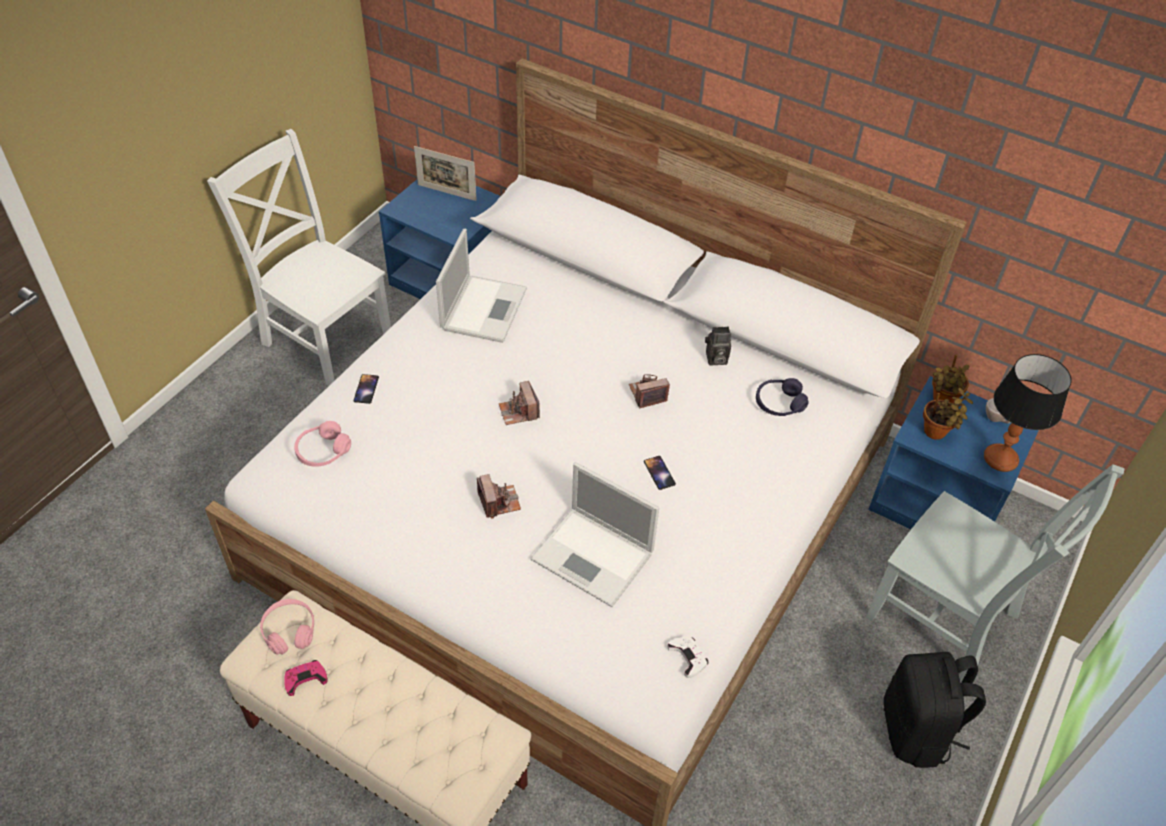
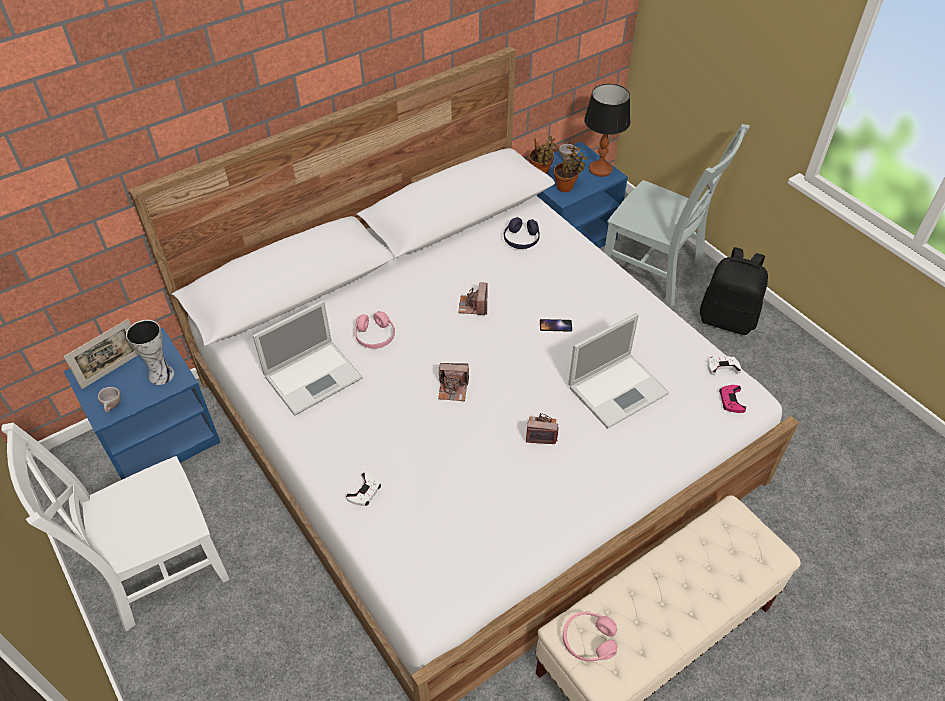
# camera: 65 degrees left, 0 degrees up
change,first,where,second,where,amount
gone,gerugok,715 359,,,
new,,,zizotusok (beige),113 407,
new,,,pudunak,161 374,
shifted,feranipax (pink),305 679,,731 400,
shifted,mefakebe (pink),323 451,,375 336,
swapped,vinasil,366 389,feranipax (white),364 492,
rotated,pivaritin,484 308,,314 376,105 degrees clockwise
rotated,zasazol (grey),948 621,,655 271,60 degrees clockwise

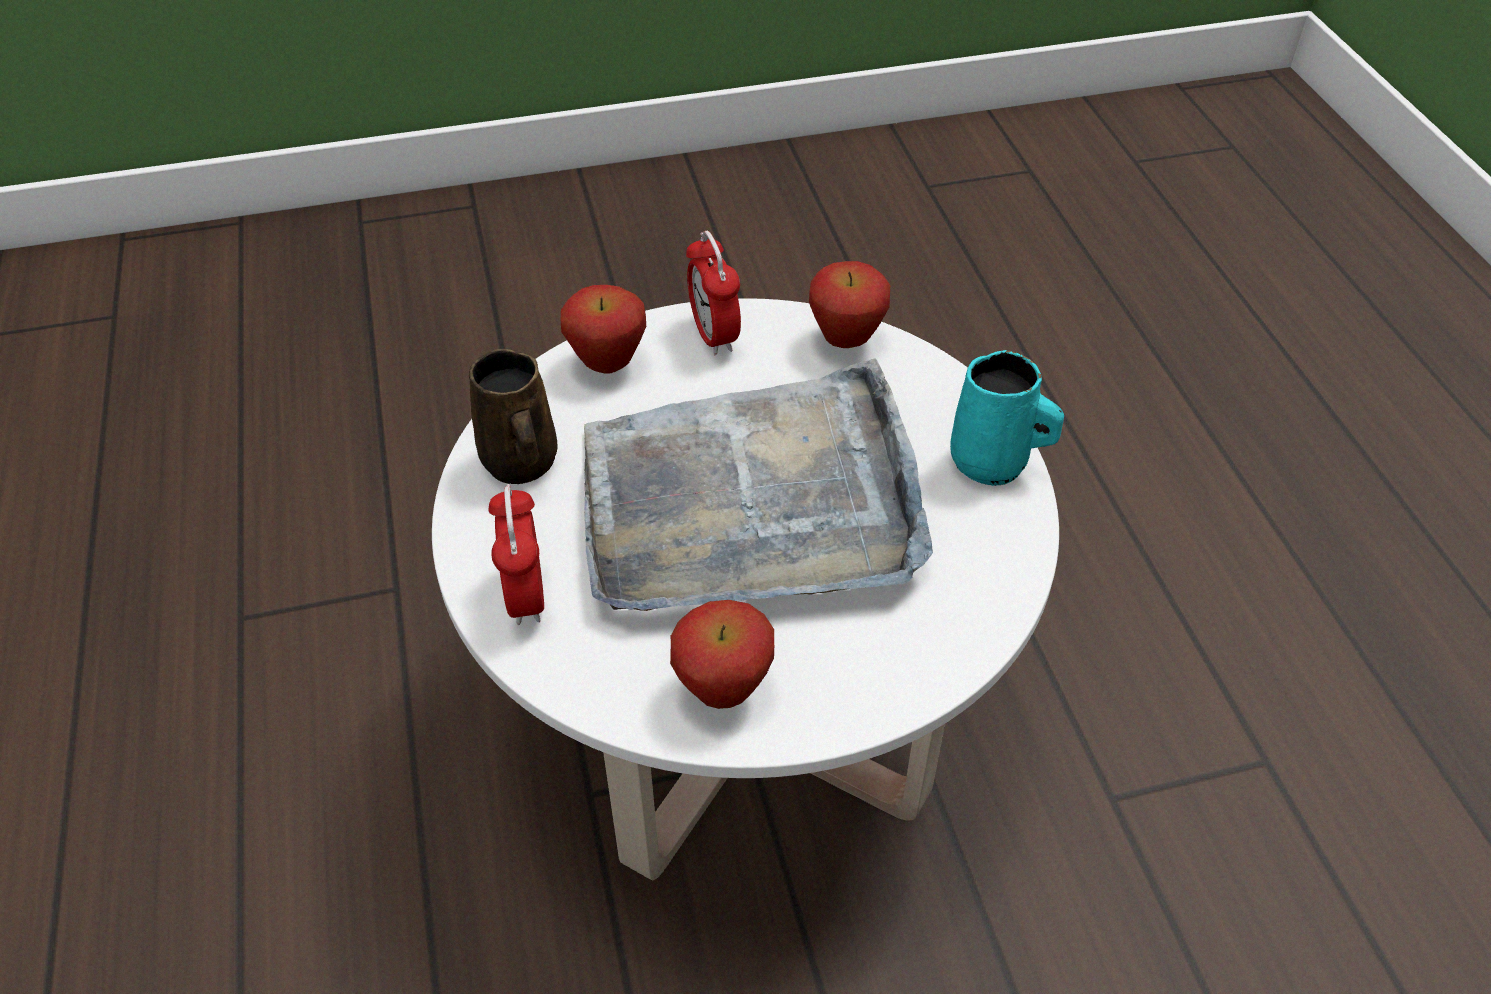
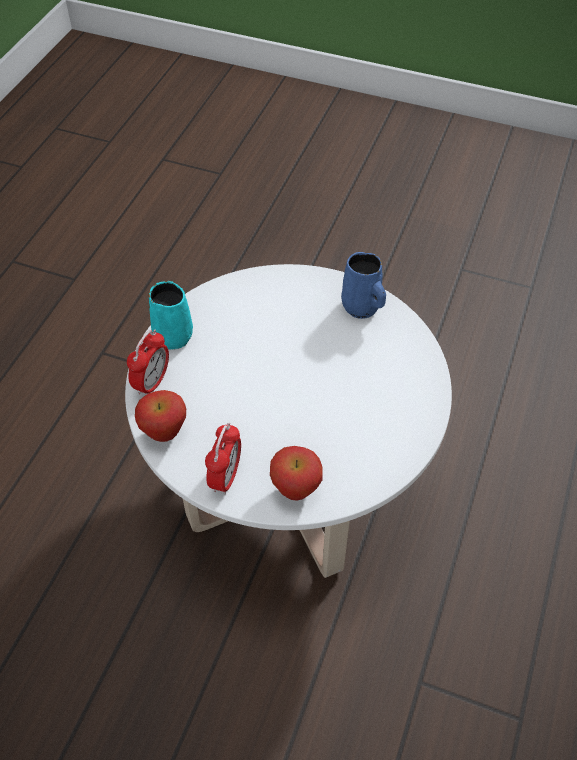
# camera: 145 degrees left, 5 degrees up
change,first,where,second,where,amount
gone,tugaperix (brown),521 464,,,
gone,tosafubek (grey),752 502,,,
shifted,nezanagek,526 596,,152 382,
swapped,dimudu,723 691,tugaperix (blue),362 308,

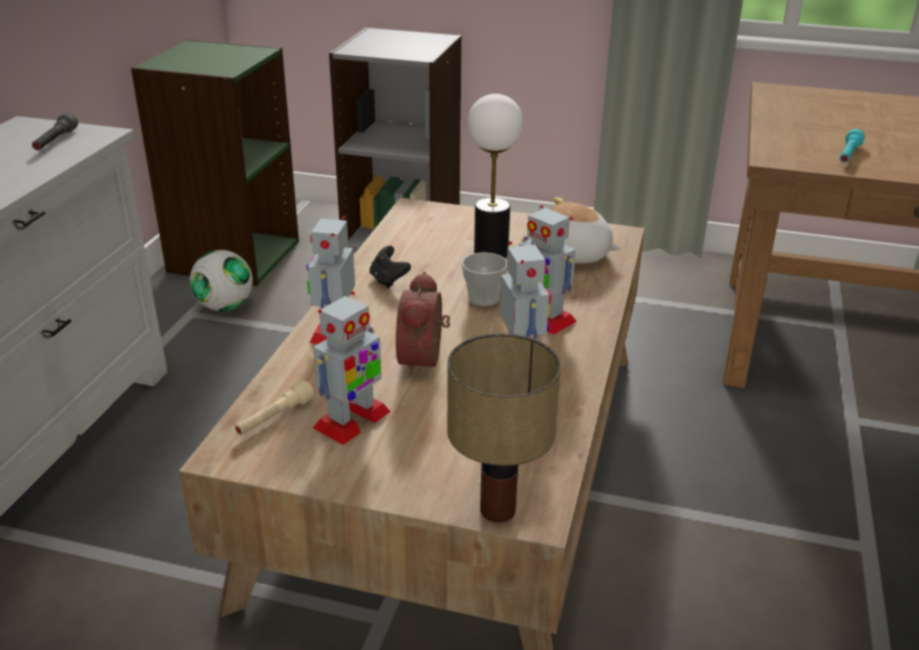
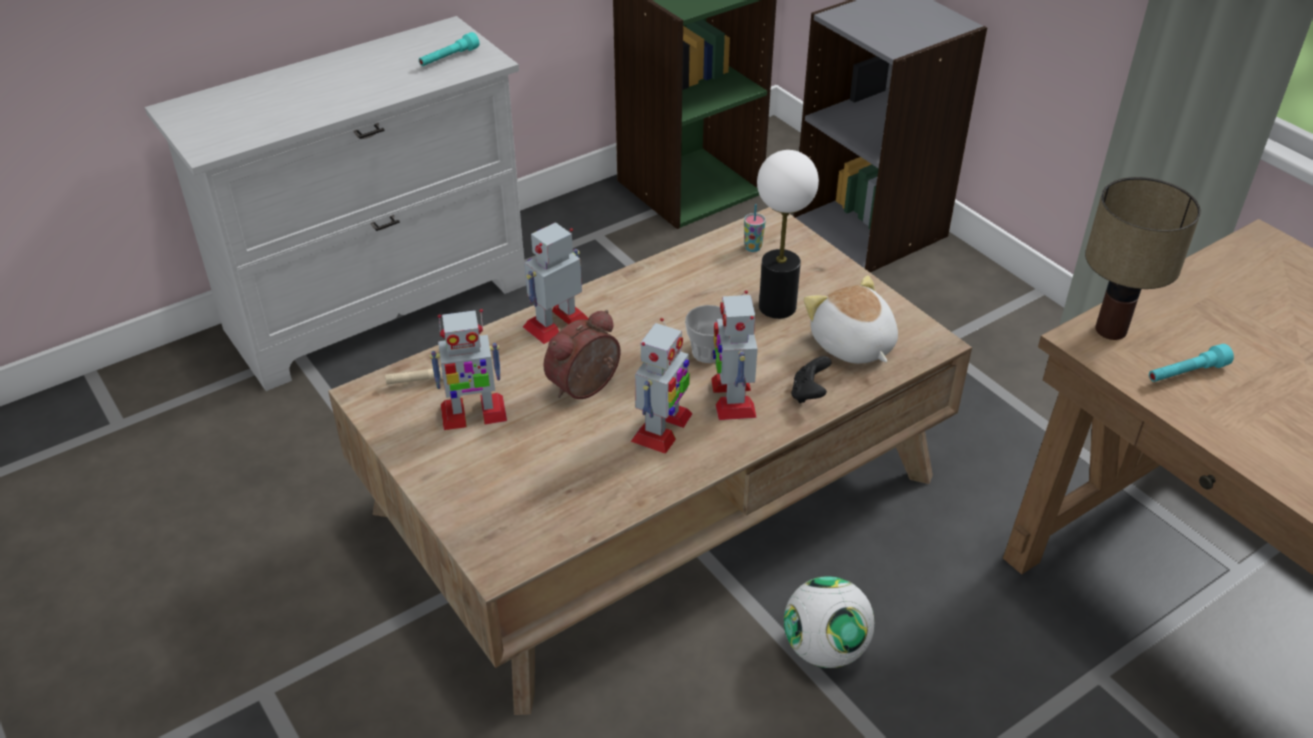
# camera: 40 degrees right, 10 degrees up
change,first,where,second,where,amount
new,,,zizotusok,753 247,
shifted,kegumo,225 306,,824 649,
shifted,feranipax (black),388 280,,809 393,
shifted,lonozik,495 510,,1109 329,
repainted,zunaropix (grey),55 141,zunaropix (turquoise),449 58,

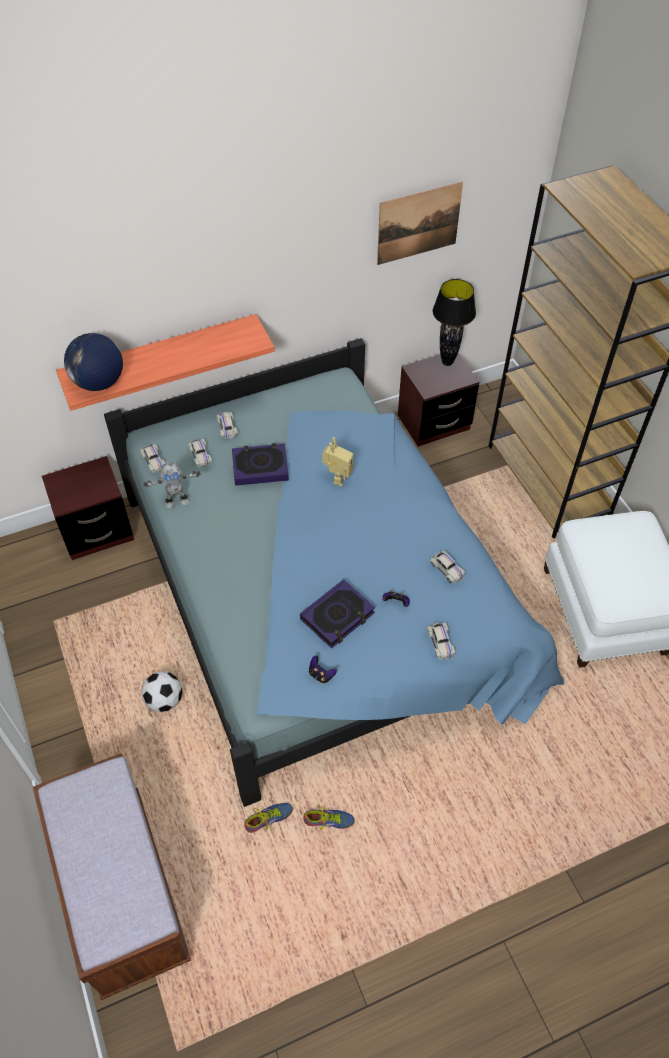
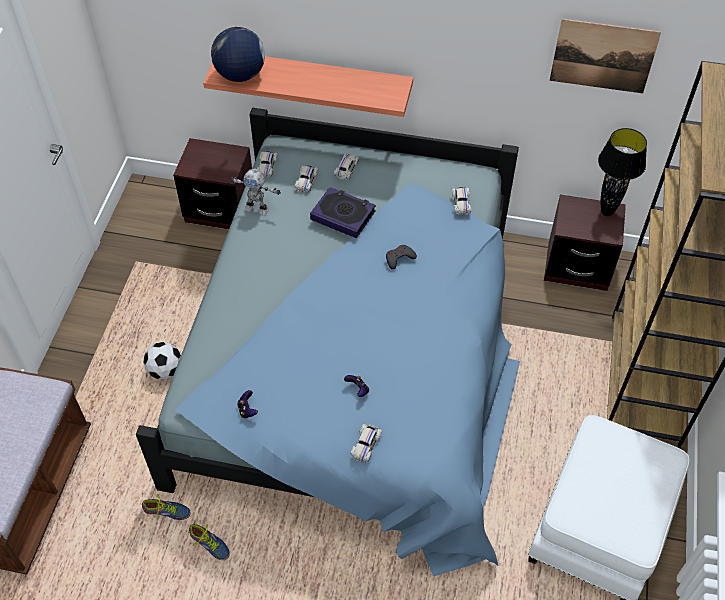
# camera: 35 degrees right, 0 degrees up
change,first,where,second,where,amount
gone,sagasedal,337 616,,,
shifted,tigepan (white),447 569,,461 203,
swapped,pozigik,337 478,feranipax (grey),399 258,

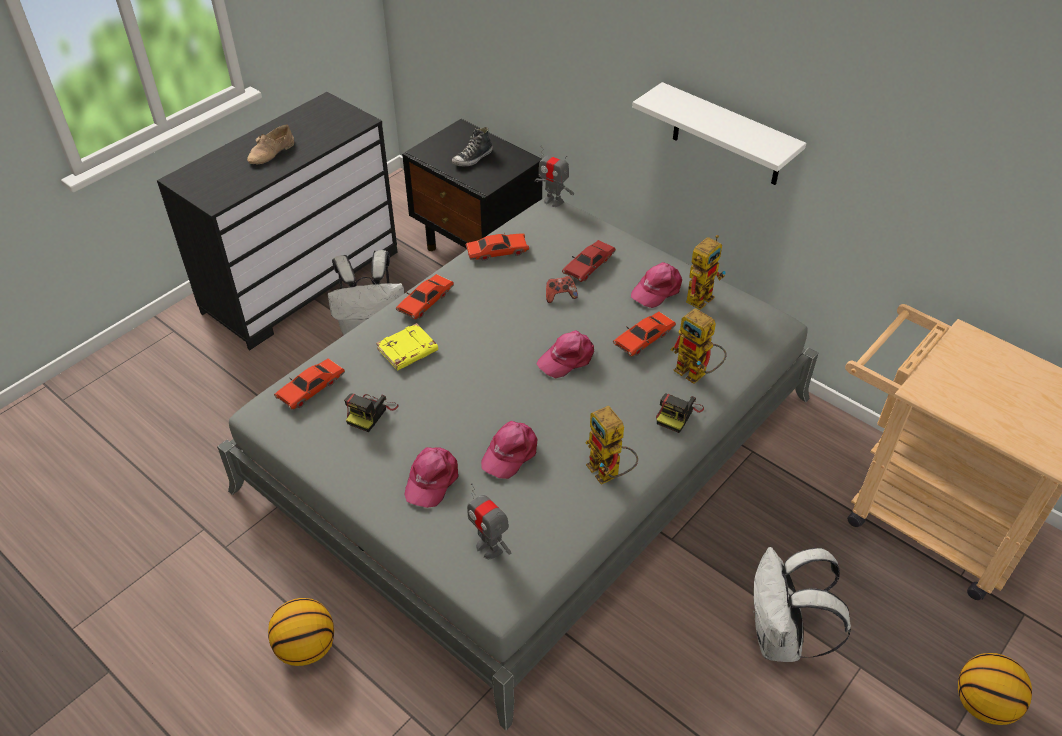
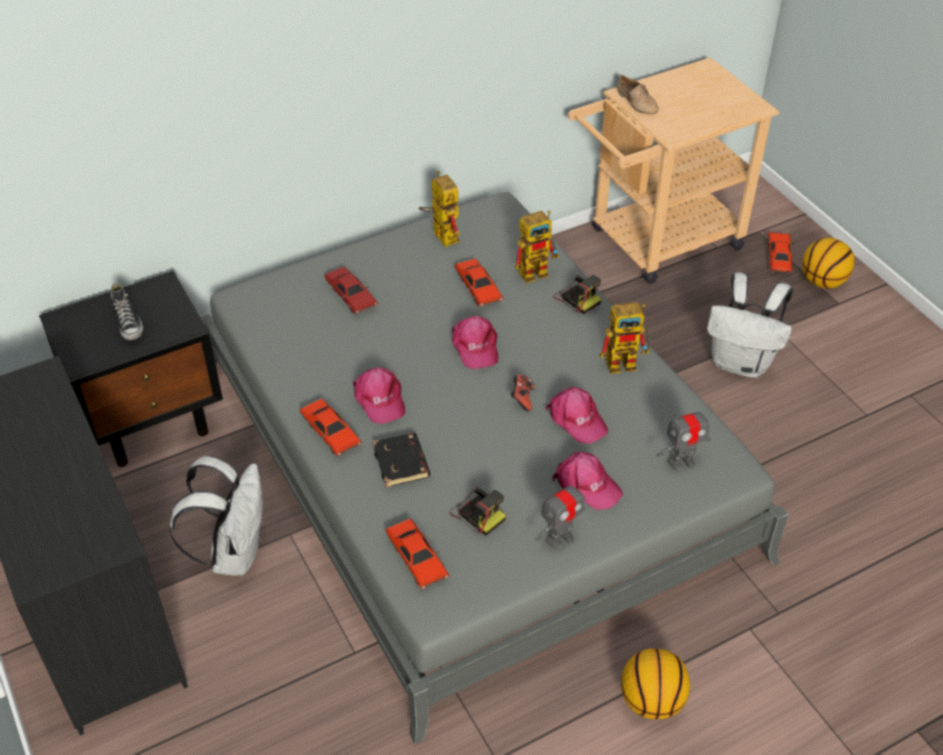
# camera: 70 degrees left, 0 degrees up
change,first,where,second,where,amount
gone,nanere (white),727 136,,,
shifted,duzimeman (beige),272 153,,637 102,
shifted,tigepan (red),497 252,,778 257,
shifted,pozigik,553 201,,560 539,
shifted,feranipax,560 296,,522 399,
shifted,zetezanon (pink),657 289,,379 399,
repainted,sagasedal (yellow),407 351,sagasedal (black),402 463,

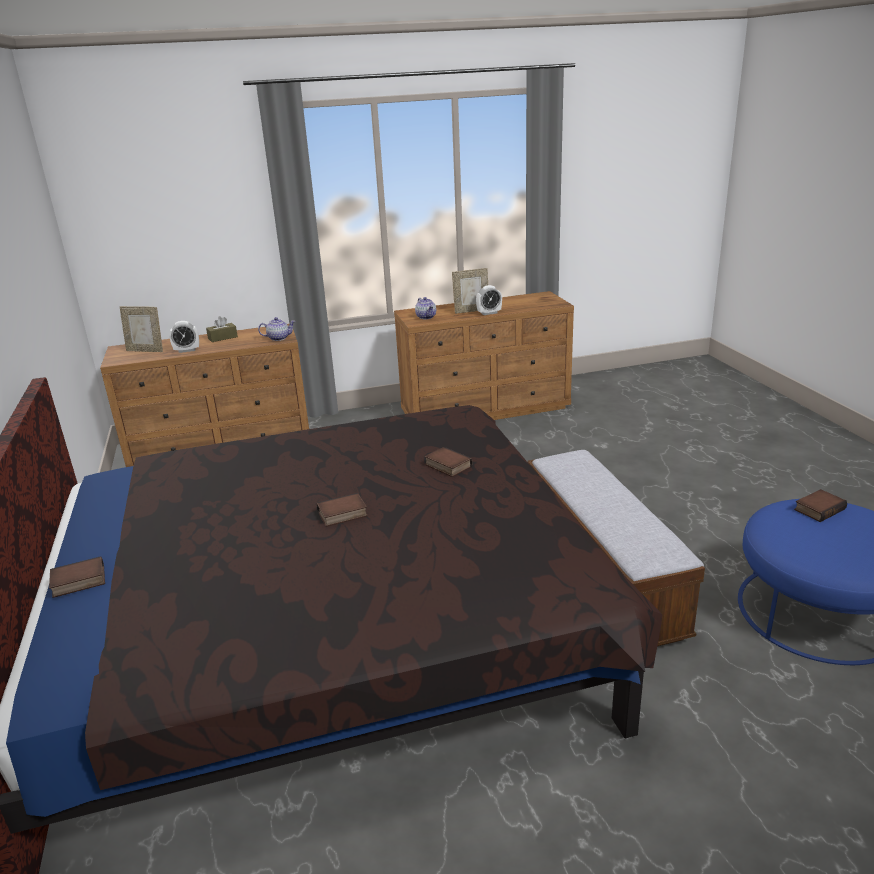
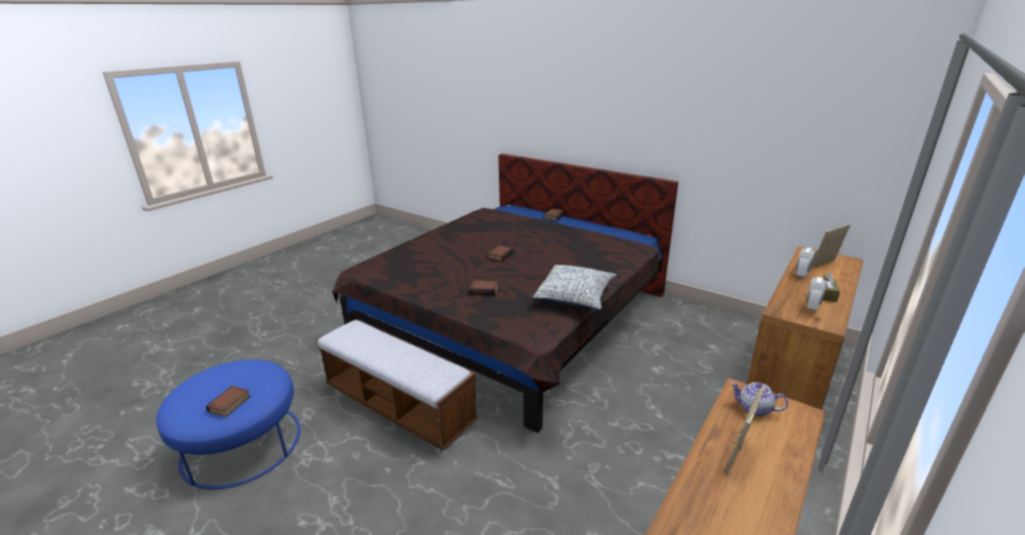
# camera: 140 degrees right, 0 degrees up
change,first,where,second,where,amount
gone,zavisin,279 338,,,
new,,,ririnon,575 296,
shifted,nezanagek,489 313,,812 306,

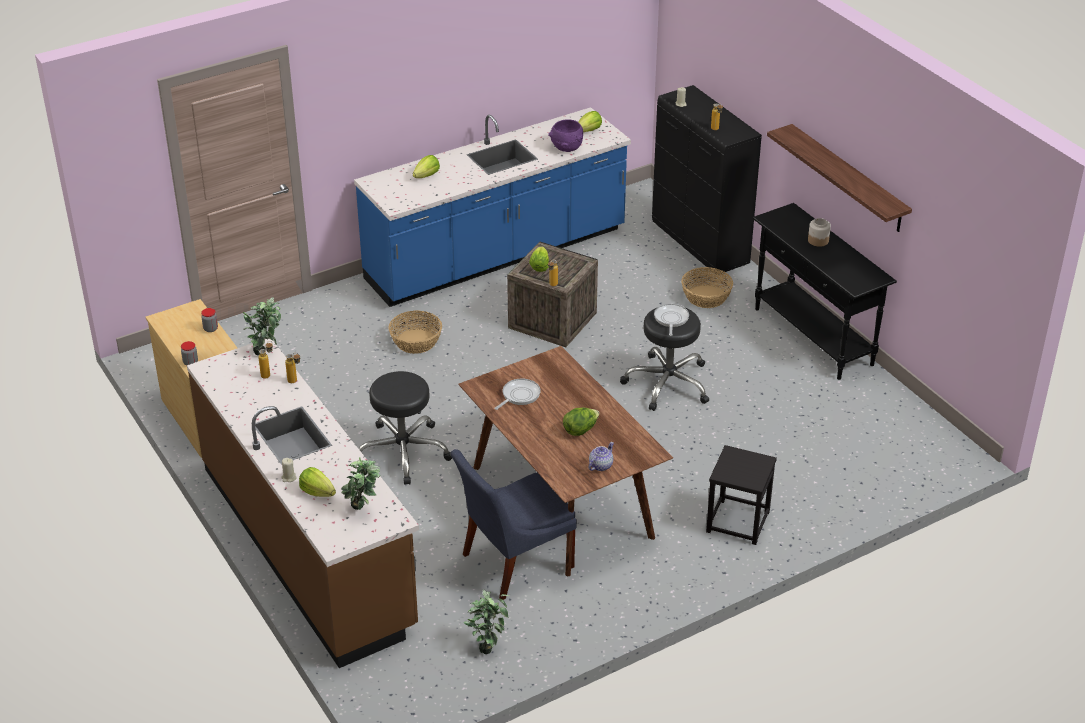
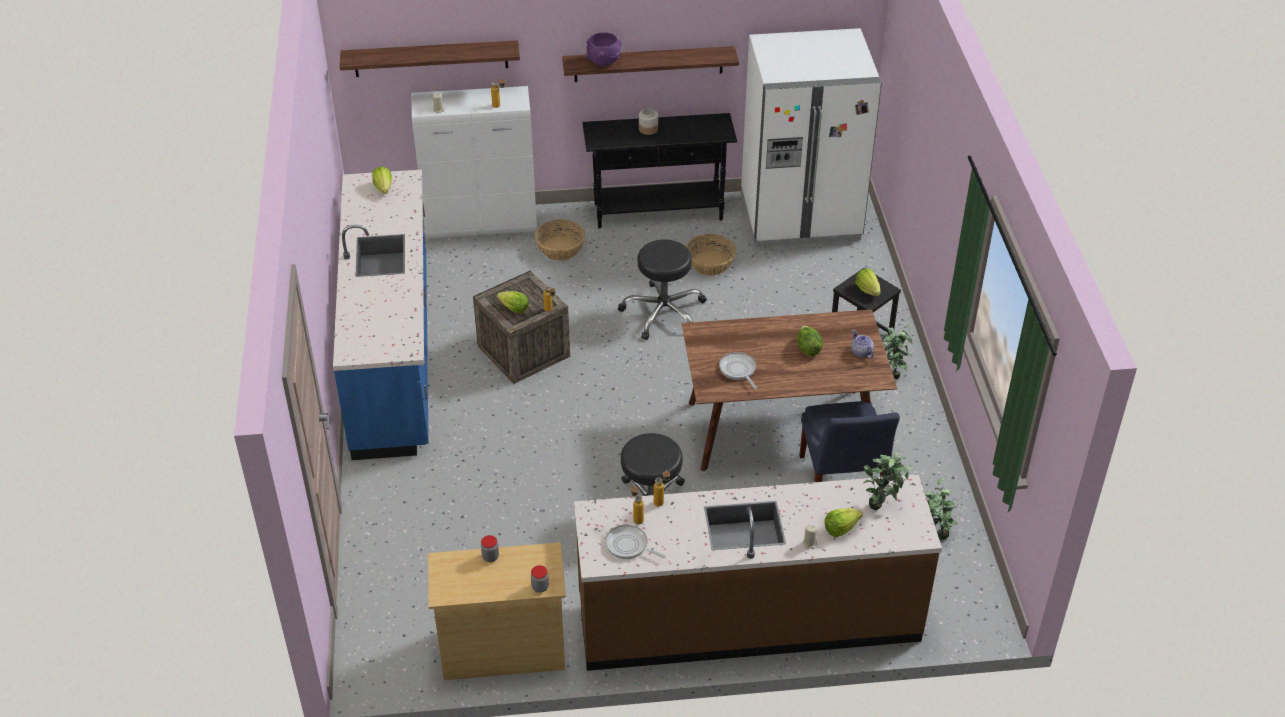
# camera: 65 degrees left, 5 degrees up
change,first,where,second,where,amount
new,,,nanere,431 58,
new,,,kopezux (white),800 217,
shifted,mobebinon,267 351,,892 372,
shifted,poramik,415 341,,710 263,
shifted,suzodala,427 176,,867 290,
shifted,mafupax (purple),567 148,,604 62,
shifted,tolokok,671 319,,629 546,
repainted,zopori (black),700 244,zopori (white),482 224,

